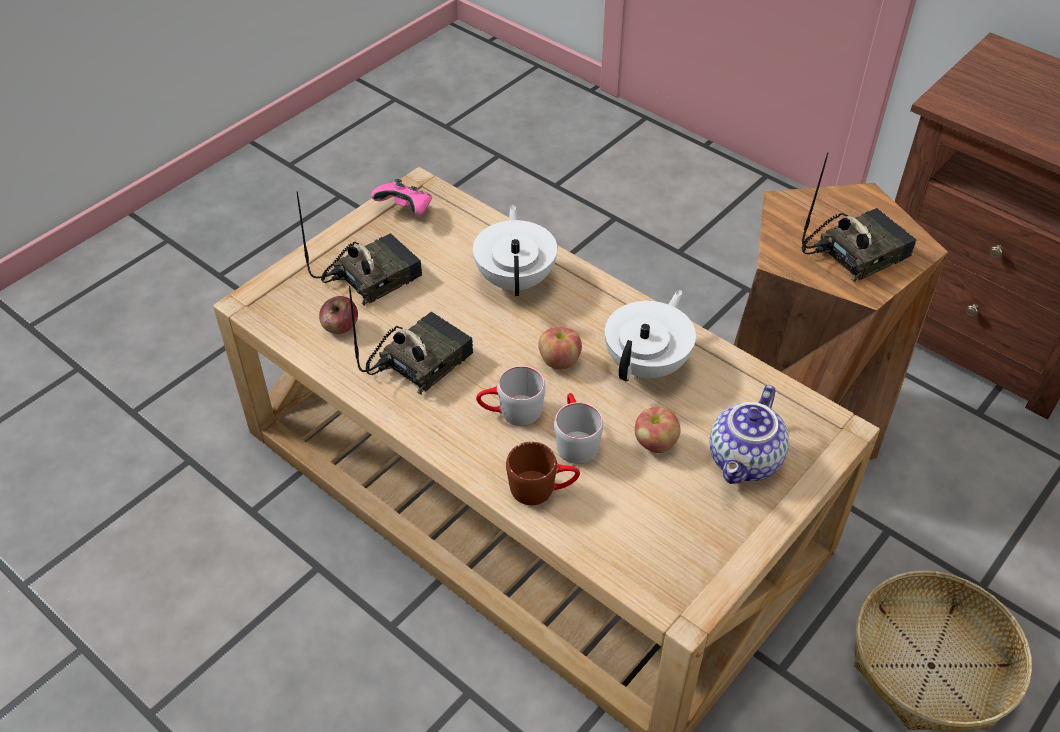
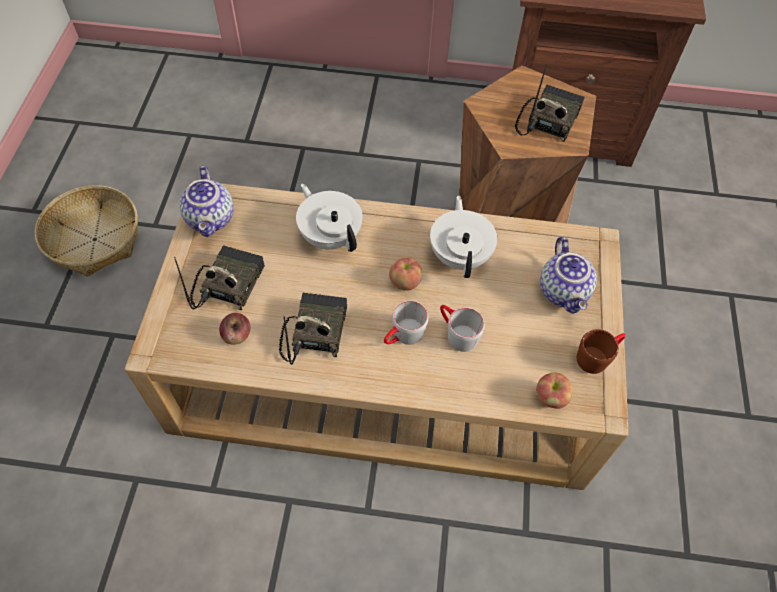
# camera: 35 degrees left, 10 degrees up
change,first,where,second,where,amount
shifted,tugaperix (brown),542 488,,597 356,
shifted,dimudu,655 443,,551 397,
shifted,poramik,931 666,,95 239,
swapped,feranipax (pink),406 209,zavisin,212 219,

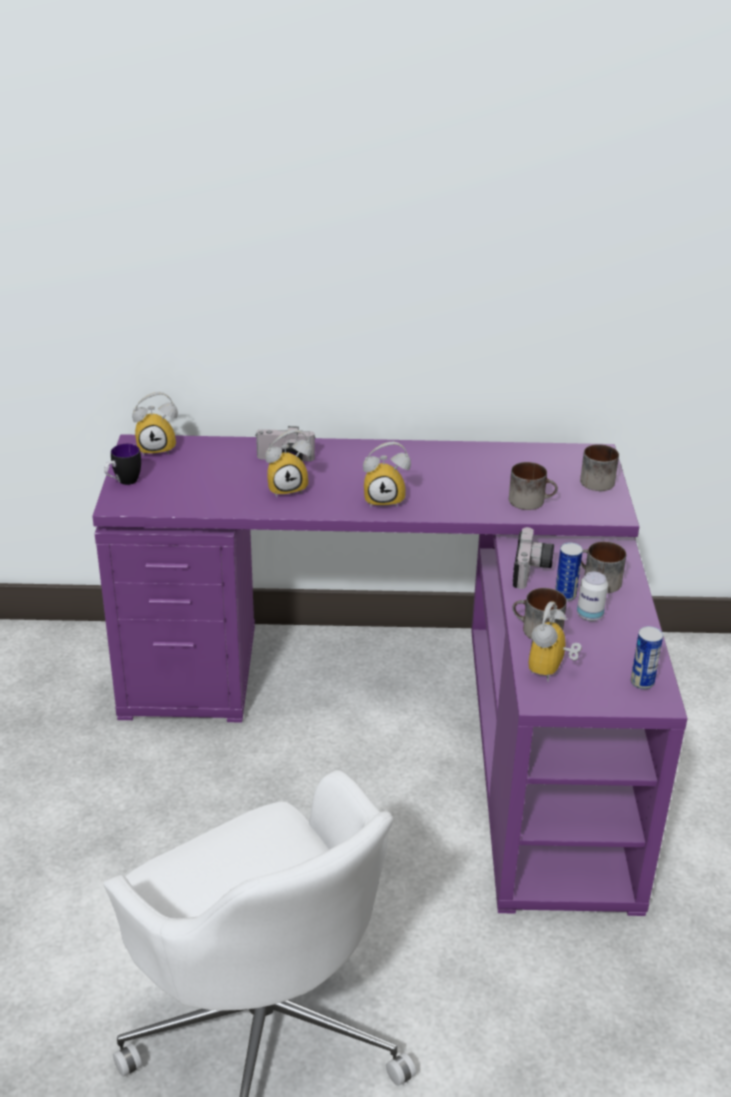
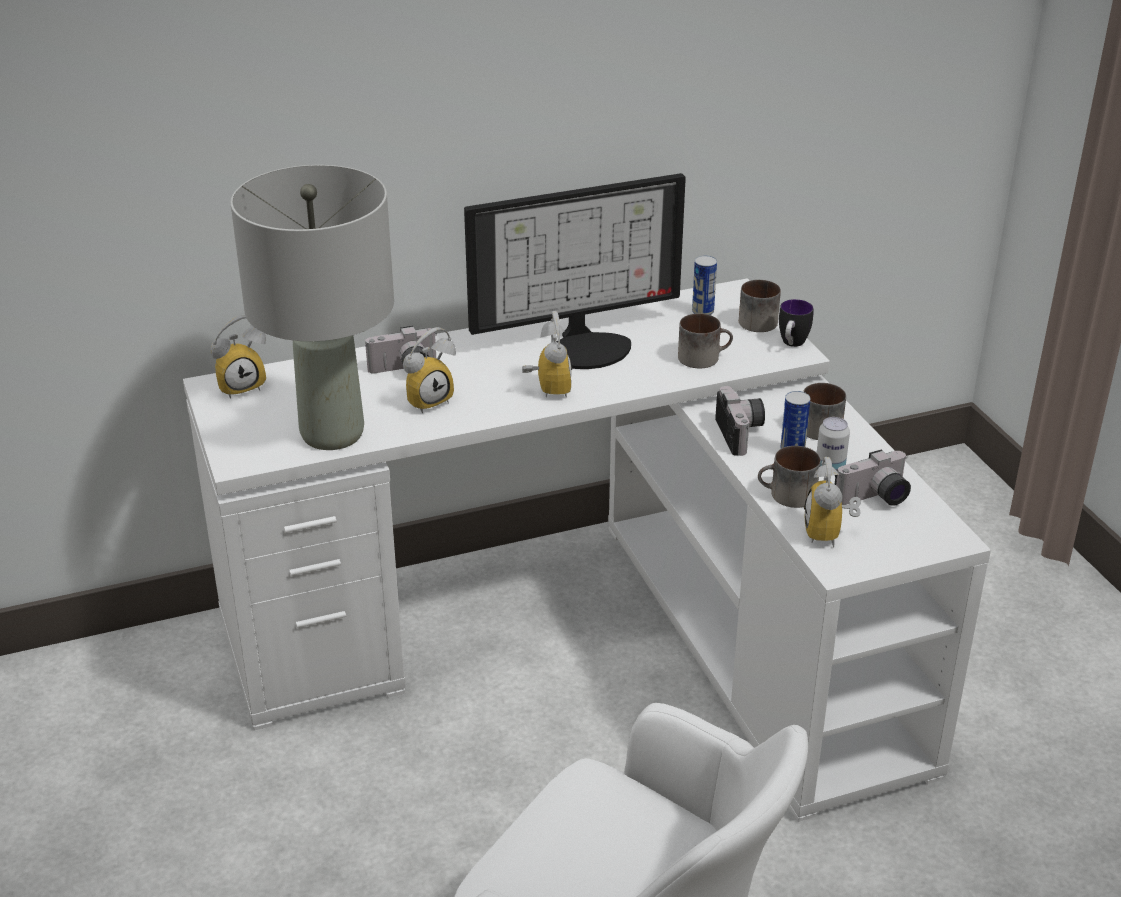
# camera: 20 degrees left, 0 degrees up
change,first,where,second,where,amount
new,,,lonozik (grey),333 434,
new,,,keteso,586 346,
new,,,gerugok,874 499,
shifted,tugaperix,123 482,,791 344,
shifted,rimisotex,642 682,,702 311,
repainted,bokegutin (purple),416 714,bokegutin (white),596 632,
rotated,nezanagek,385 499,,546 389,75 degrees counterclockwise

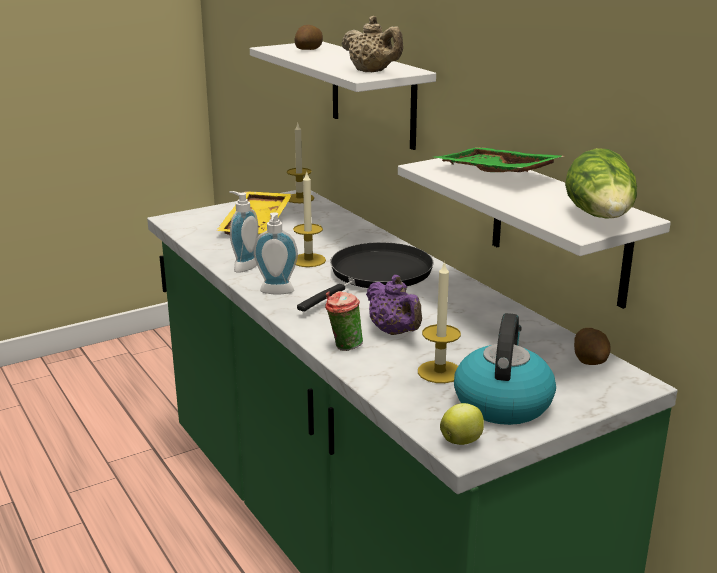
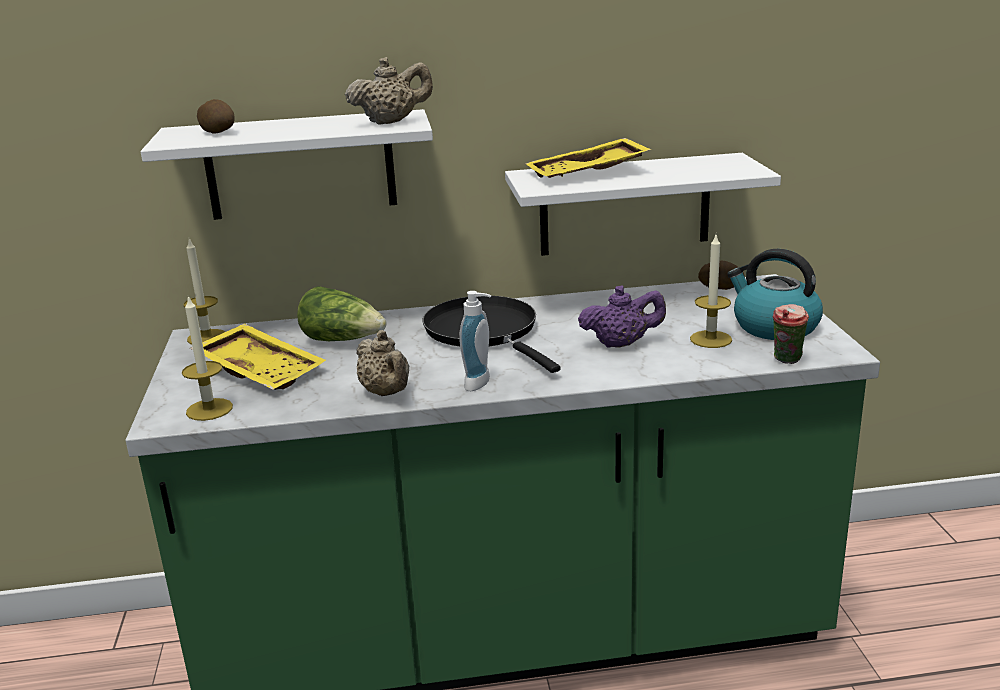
# camera: 65 degrees left, 0 degrees up
change,first,where,second,where,amount
gone,dimudu,462 441,,,
shifted,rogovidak,308 260,,209 409,
shifted,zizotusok,343 347,,787 361,
shifted,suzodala,601 218,,343 340,
swapped,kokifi,243 266,zavisin (beige),387 393,
repainted,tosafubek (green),494 174,tosafubek (yellow),588 174,

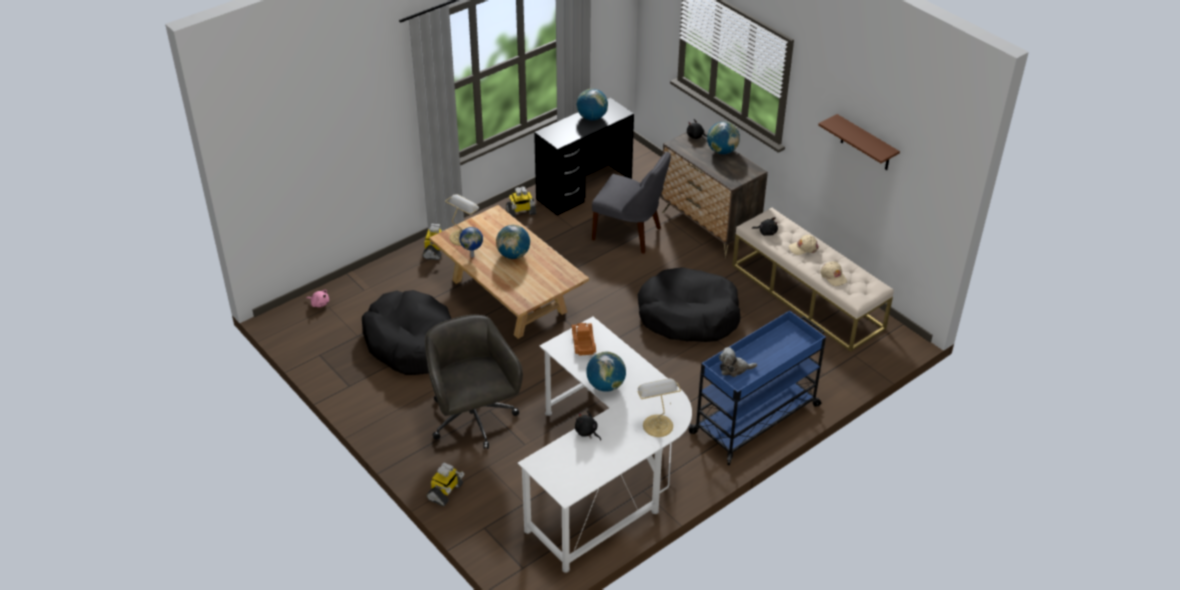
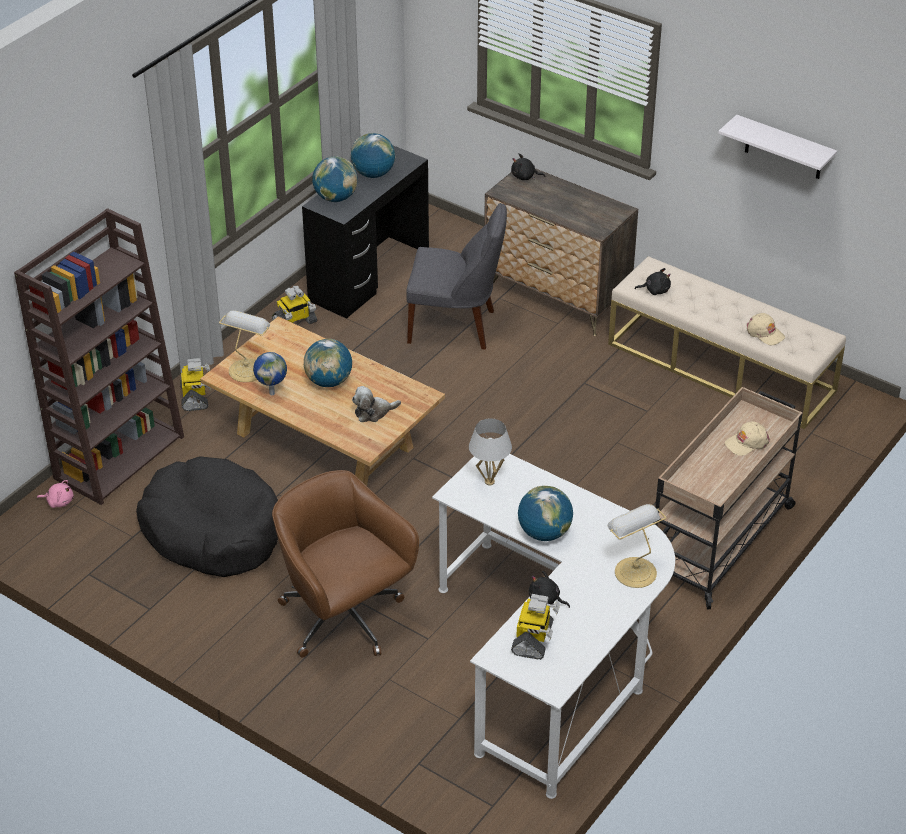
# camera: 15 degrees left, 0 degrees up
change,first,where,second,where,amount
gone,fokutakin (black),688 316,,,
new,,,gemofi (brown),119 456,
shifted,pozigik,445 492,,533 639,
shifted,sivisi,722 151,,335 198,
shifted,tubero,734 368,,373 412,
shifted,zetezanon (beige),803 248,,747 443,
swapped,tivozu,583 343,lonozik (white),489 481,
repainted,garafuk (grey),473 420,garafuk (brown),343 620,
repainted,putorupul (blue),756 418,putorupul (beige),720 540,
repainted,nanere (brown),865 144,nanere (white),784 148,

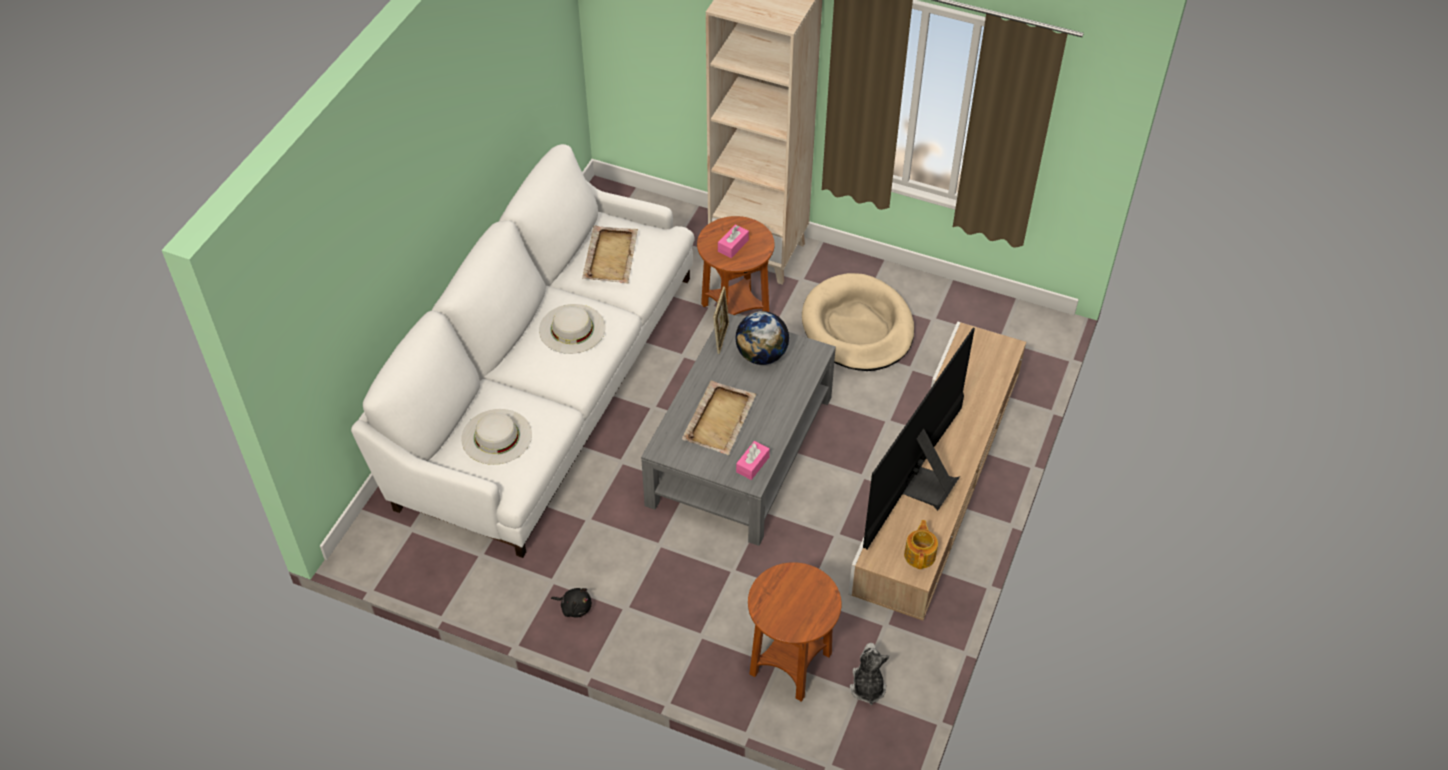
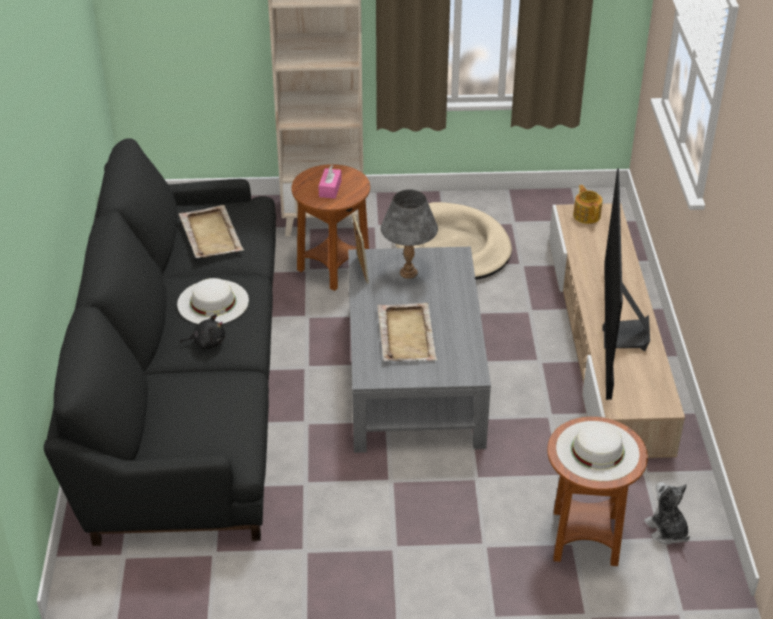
# camera: 25 degrees left, 10 degrees down
change,first,where,second,where,amount
gone,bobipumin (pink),752 464,,,
shifted,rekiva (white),496 436,,597 450,
shifted,tubero (black),574 607,,207 342,
shifted,zavisin,920 554,,587 215,
swapped,sivisi,762 355,lonozik (grey),409 272,
repainted,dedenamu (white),545 385,dedenamu (black),186 381,

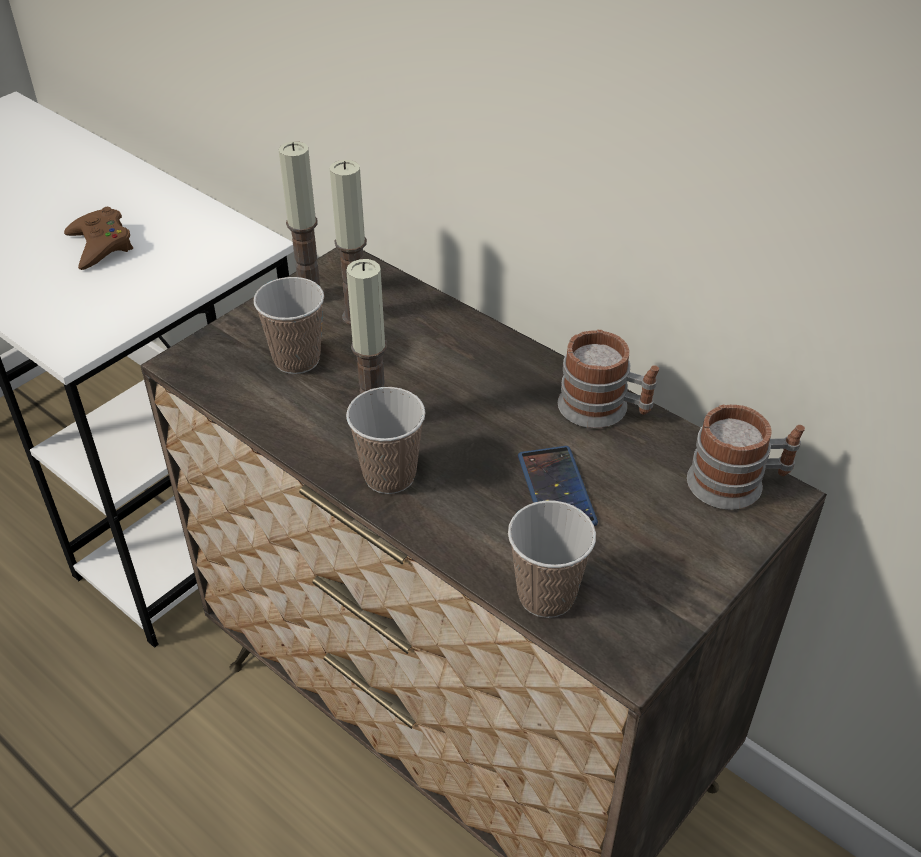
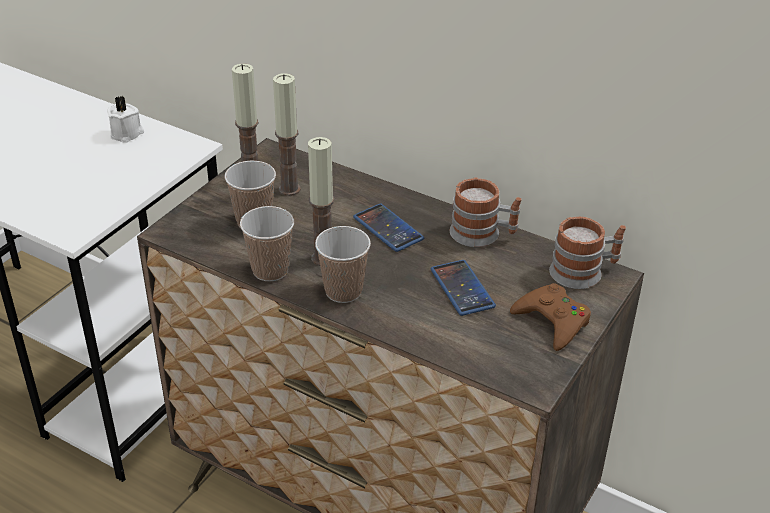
# camera: 10 degrees left, 5 degrees down
change,first,where,second,where,amount
new,,,rogovidak (white),127 134,
new,,,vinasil,388 228,
shifted,feranipax (brown),100 245,,552 322,
shifted,zizotusok,546 596,,270 270,

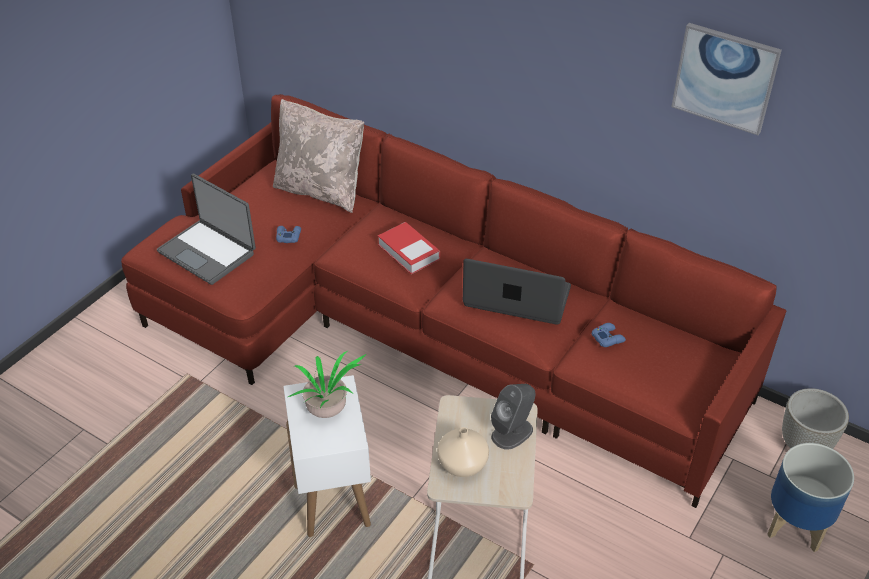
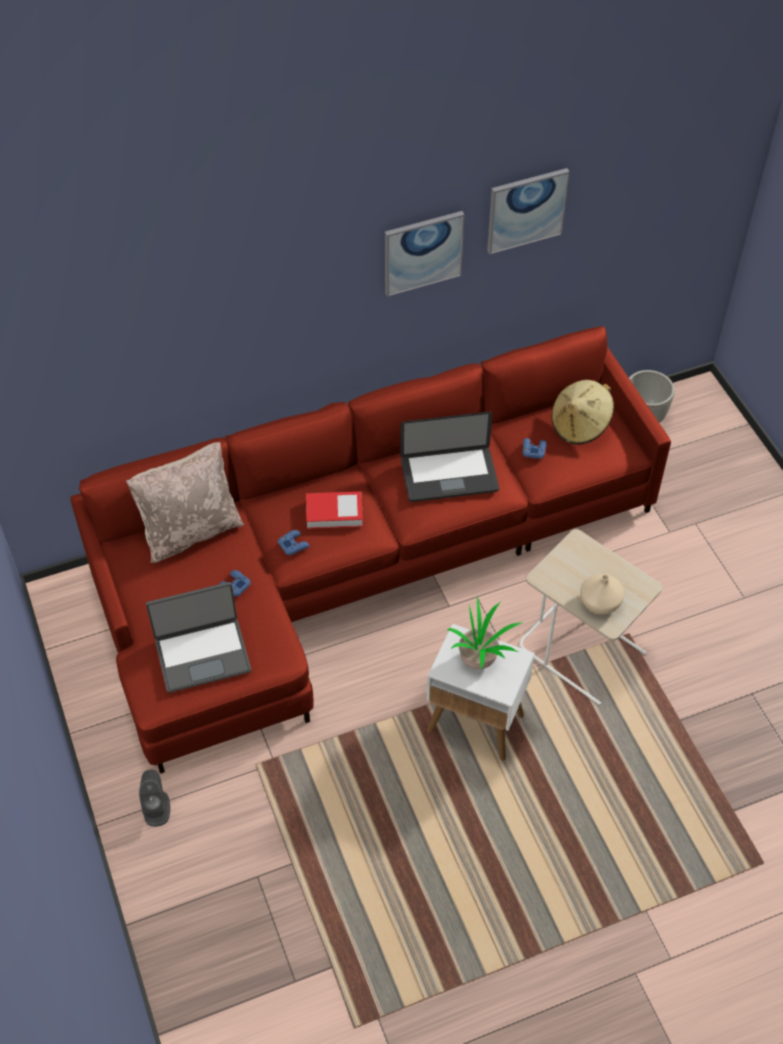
# camera: 55 degrees left, 10 degrees up
change,first,where,second,where,amount
gone,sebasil,796 525,,,
new,,,feranipax (blue),293 544,
new,,,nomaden,423 252,
new,,,rekiva (beige),580 425,
shifted,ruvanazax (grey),512 432,,156 808,
rotated,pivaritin,517 297,,449 476,150 degrees counterclockwise

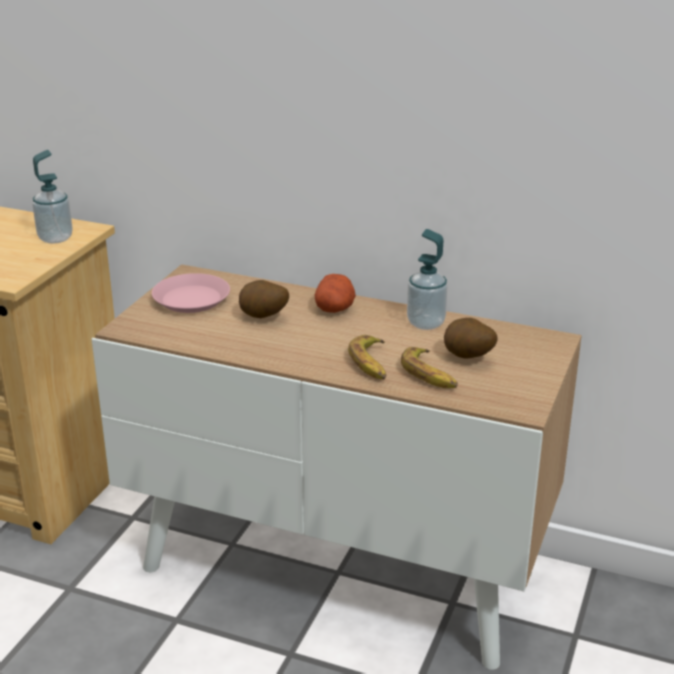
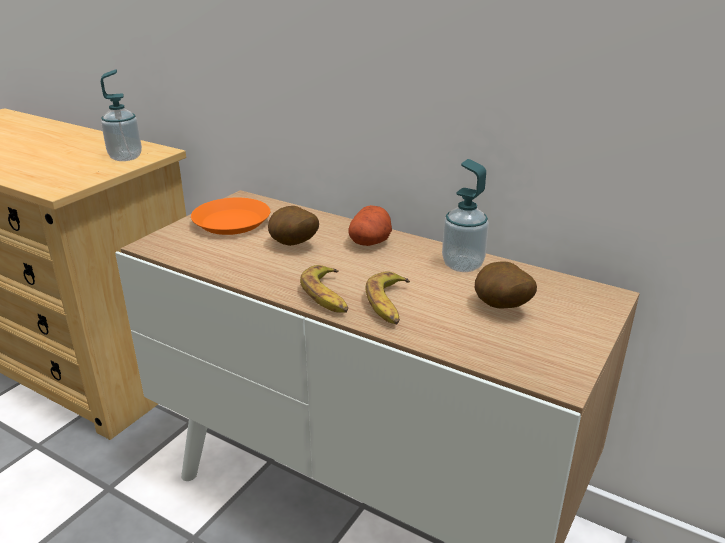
# camera: 10 degrees right, 0 degrees up
change,first,where,second,where,amount
shifted,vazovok,429 375,,328 296,
repainted,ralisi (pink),192 299,ralisi (orange),232 222,

